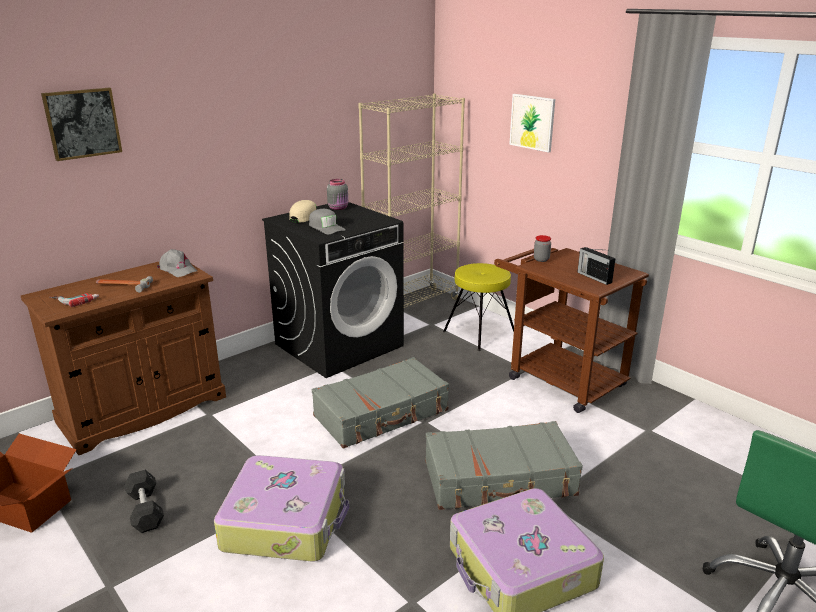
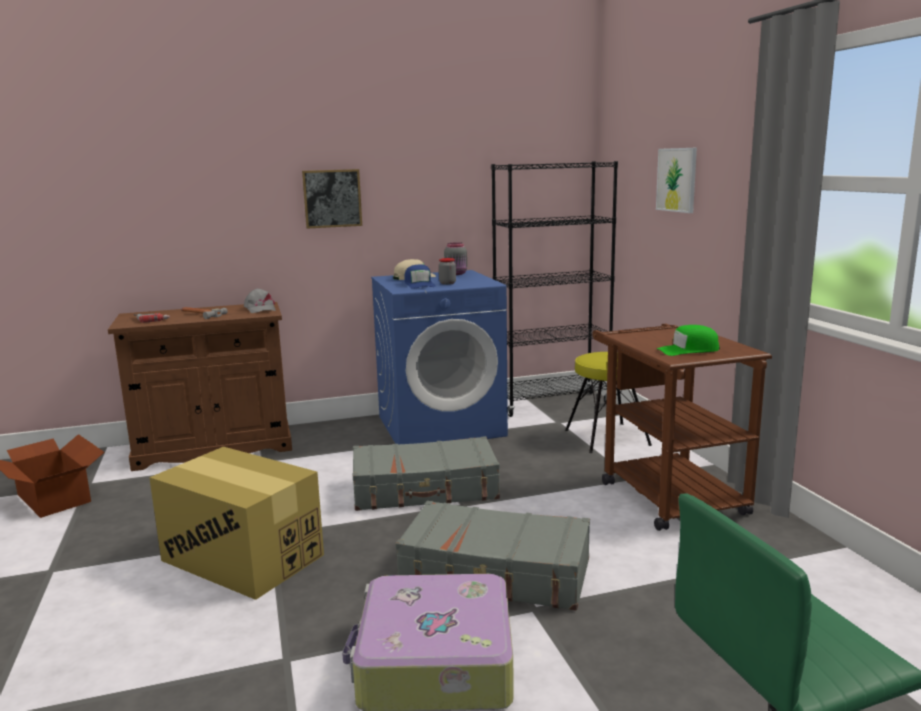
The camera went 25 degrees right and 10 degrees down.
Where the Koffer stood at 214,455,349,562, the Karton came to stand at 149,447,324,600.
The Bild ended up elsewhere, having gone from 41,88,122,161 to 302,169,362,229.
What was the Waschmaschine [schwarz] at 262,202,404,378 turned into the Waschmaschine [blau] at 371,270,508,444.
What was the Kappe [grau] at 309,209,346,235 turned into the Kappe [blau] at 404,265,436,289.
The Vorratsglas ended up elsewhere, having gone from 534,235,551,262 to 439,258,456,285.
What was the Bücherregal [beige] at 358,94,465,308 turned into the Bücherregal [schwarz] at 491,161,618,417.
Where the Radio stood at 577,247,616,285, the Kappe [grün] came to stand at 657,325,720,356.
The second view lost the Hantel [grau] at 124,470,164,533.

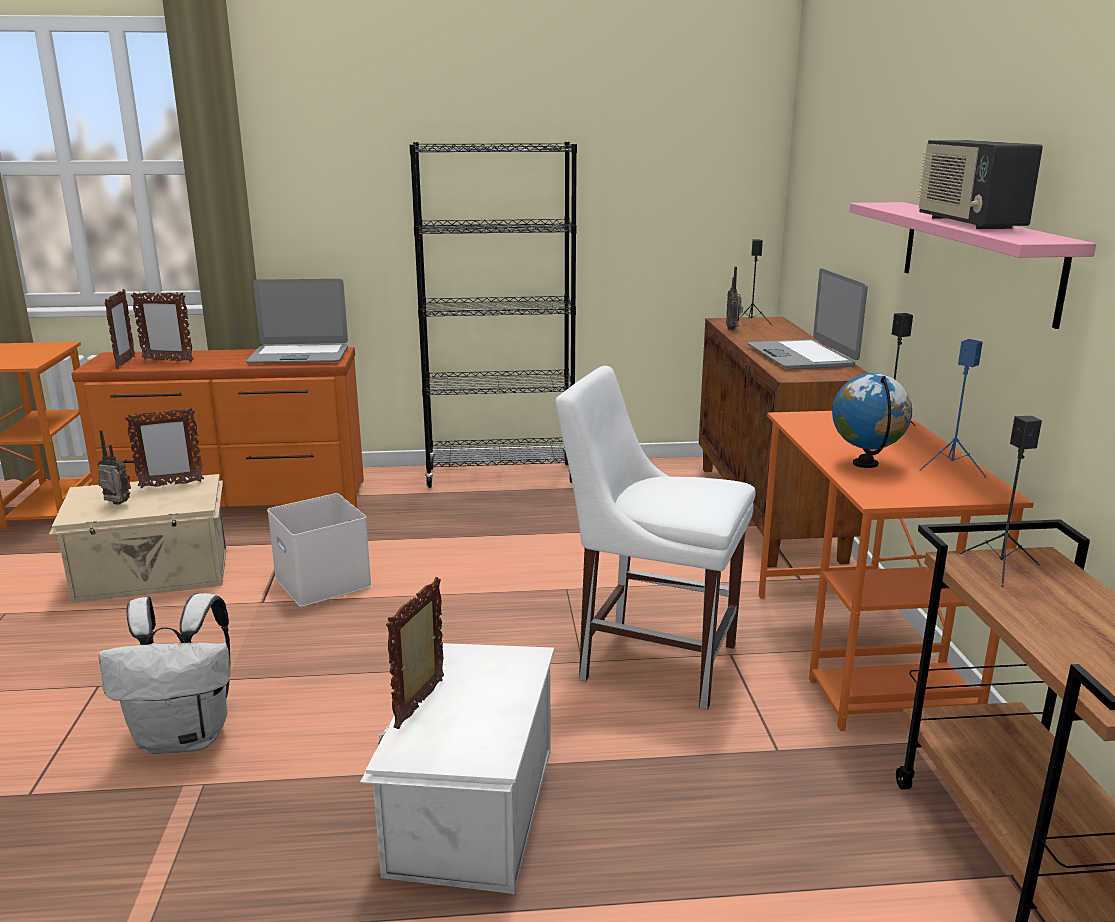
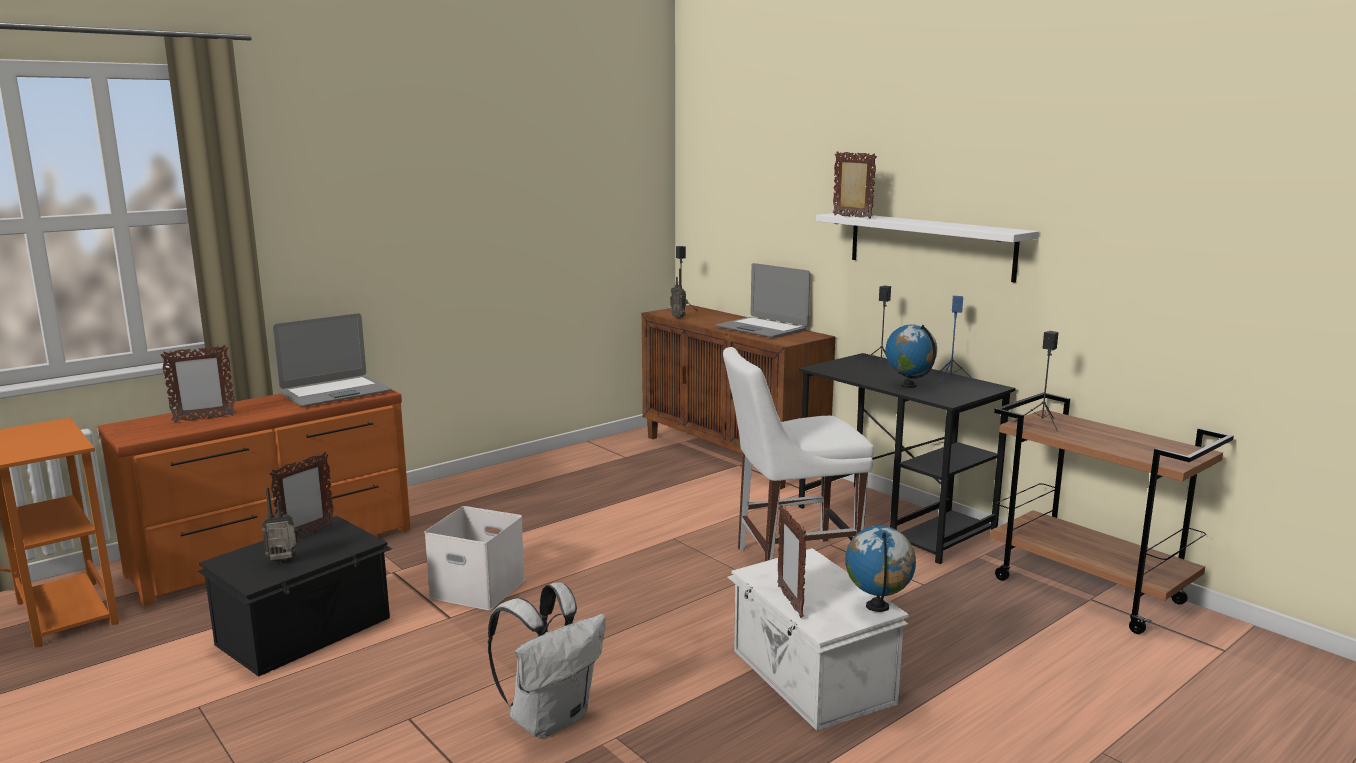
The camera went 35 degrees left and 5 degrees down.
What was the Aufbewahrungsbox [beige] at 49,474,227,603 turned into the Aufbewahrungsbox [schwarz] at 198,516,392,677.
What was the Schreibtisch [orange] at 759,411,1034,731 turned into the Schreibtisch [schwarz] at 798,353,1016,564.
What was the Wandregal [rosa] at 849,202,1096,329 turned into the Wandregal [weiß] at 816,213,1039,282.
The Bilderrahmen ended up elsewhere, having gone from 104,289,135,369 to 833,151,877,218.
The second view gained the Globus at 845,526,916,612.
The second view lost the Bücherregal [schwarz] at 410,142,577,488.
The second view lost the Radio at 918,140,1043,229.

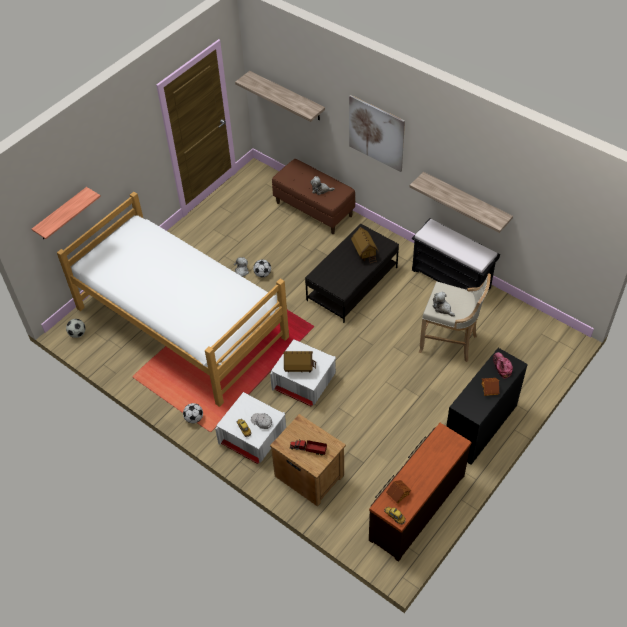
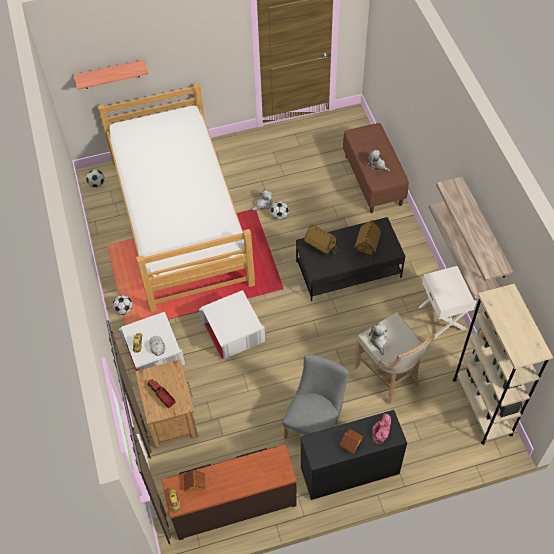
The camera went 35 degrees right and 5 degrees up.
The second view gained the Stuhl [grau] at 282,354,349,440.
The Spielzeughaus ended up elsewhere, having gone from 284,351,317,372 to 304,225,339,255.
Where the Bank [schwarz] stood at 412,218,500,290, the Nachttisch [weiß] came to stand at 419,266,477,338.
The Wandregal ended up elsewhere, having gone from 235,71,325,122 to 436,176,513,281.
The second view gained the Bücherregal [beige] at 453,284,553,445.
The second view lost the Bild at 349,95,405,172.

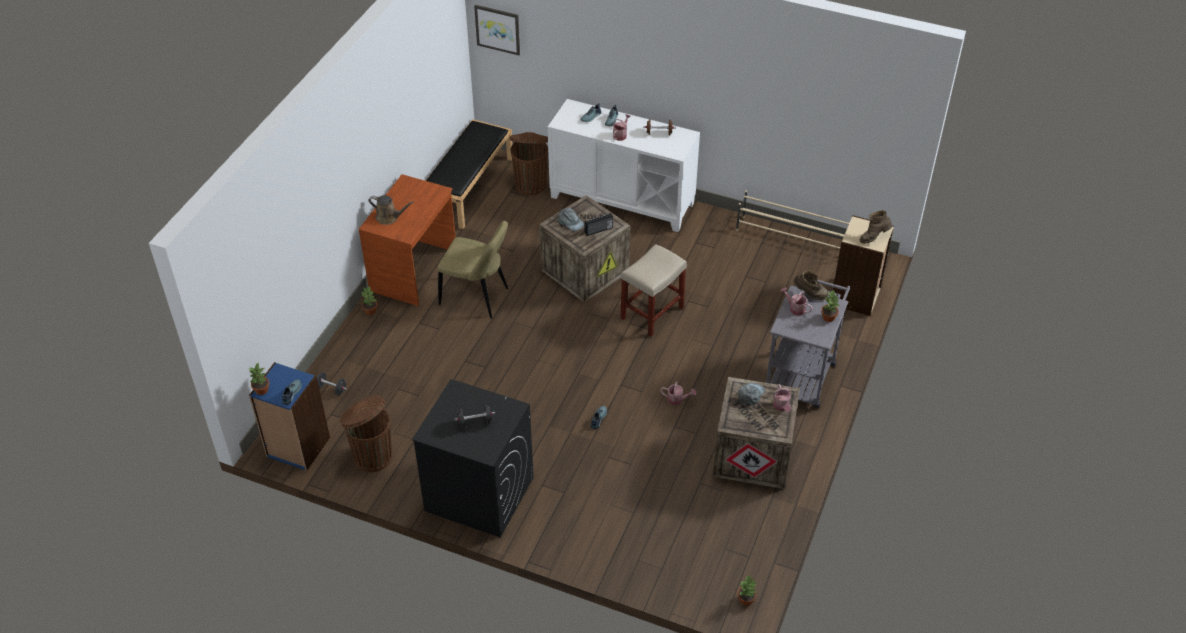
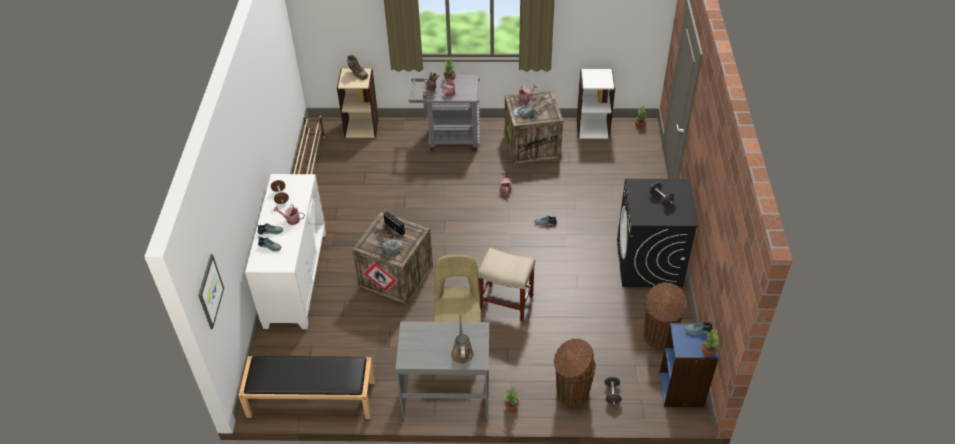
The camera went 110 degrees left and 0 degrees up.
What was the Schreibtisch [braun] at 359,174,456,306 turned into the Schreibtisch [grau] at 396,321,489,419.
The Hocker [beige] ended up elsewhere, having gone from 620,244,687,337 to 478,248,535,321.
The Mülleimer [braun] ended up elsewhere, having gone from 510,132,548,195 to 554,338,596,407.
The second view gained the Bücherregal [weiß] at 577,69,615,139.

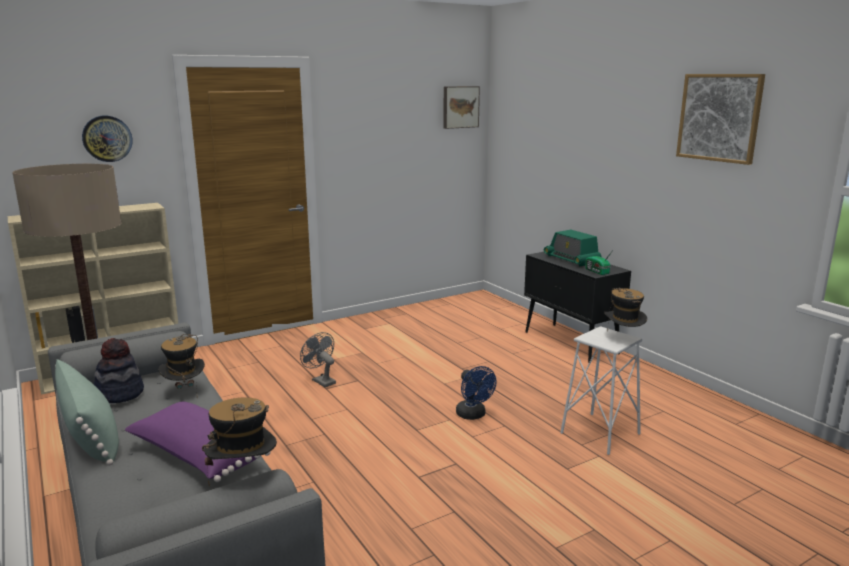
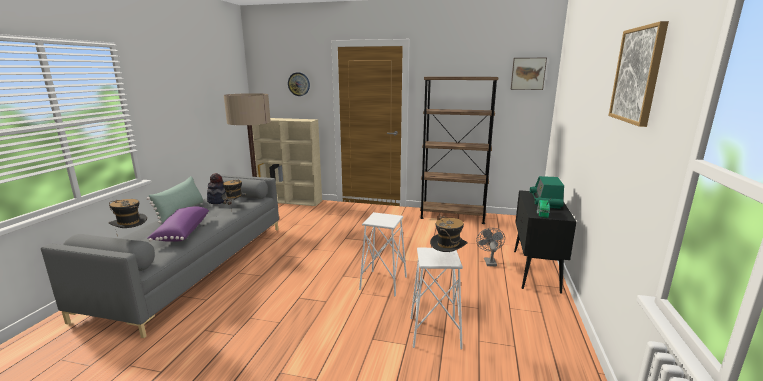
The camera went 45 degrees right and 0 degrees up.
Where the Ventilator [blau] stood at 456,366,496,420, the Hocker [weiß] came to stand at 359,212,407,296.
The second view gained the Bücherregal [braun] at 420,76,499,224.
The Ventilator [grau] ended up elsewhere, having gone from 300,332,336,387 to 476,228,505,266.

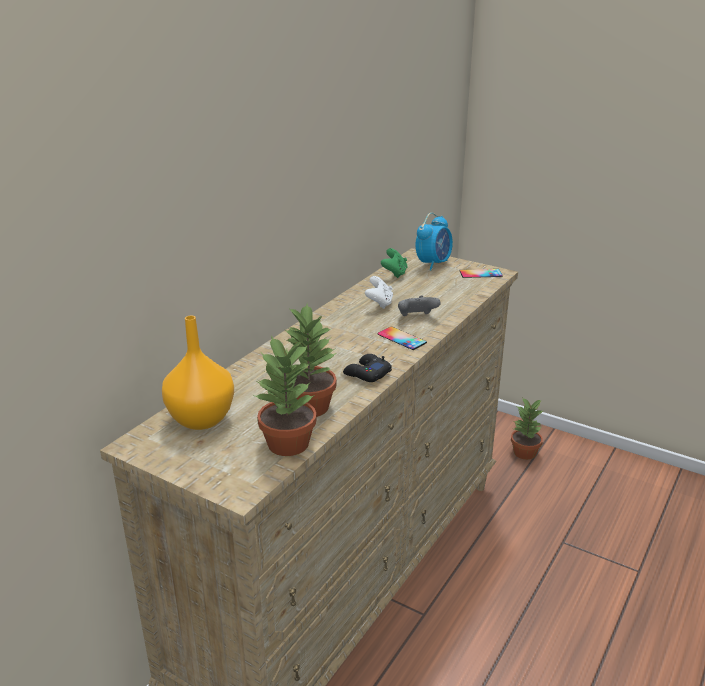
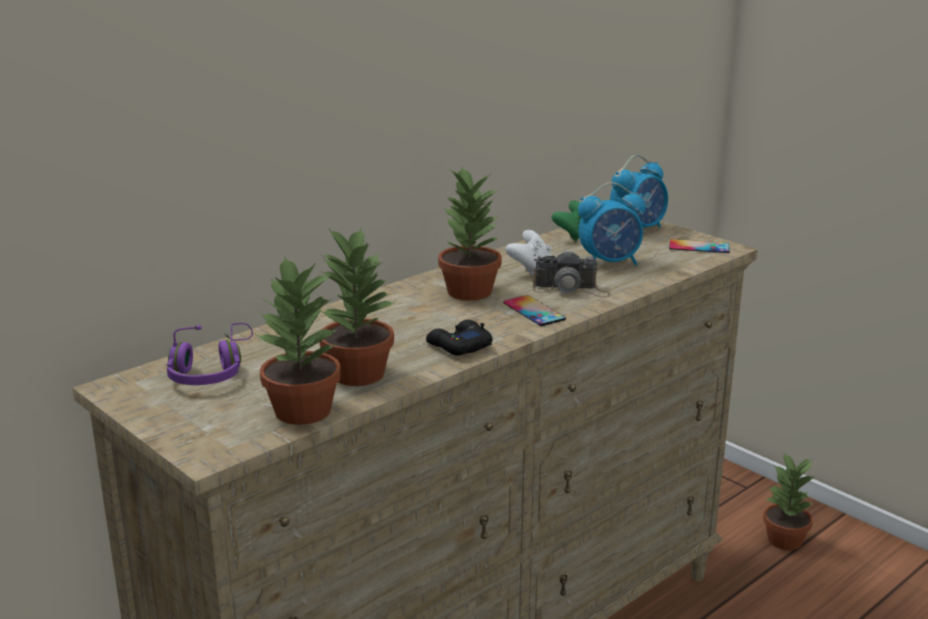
The camera went 15 degrees right and 5 degrees down.
Where the Vase [orange] stood at 162,316,234,430, the Kopfhörer [lila] came to stand at 167,323,253,385.
The second view gained the Topfpflanze at 438,167,502,301.
Where the Gamepad [grau] stood at 398,296,441,316, the Kamera came to stand at 533,250,611,297.
The second view gained the Wecker at 578,182,645,265.

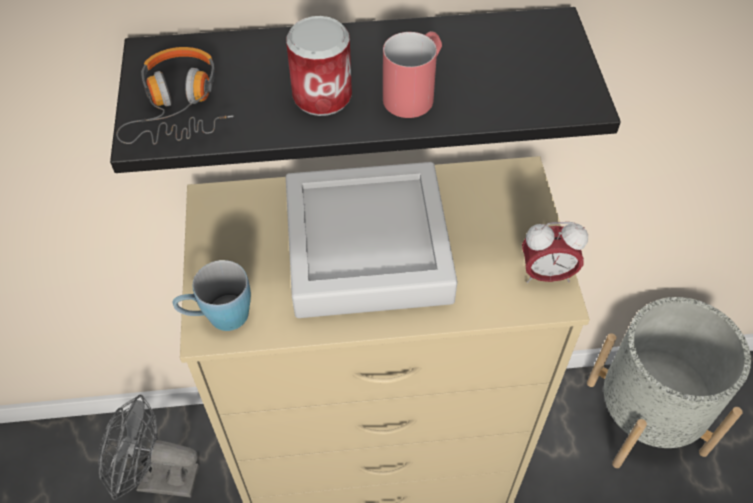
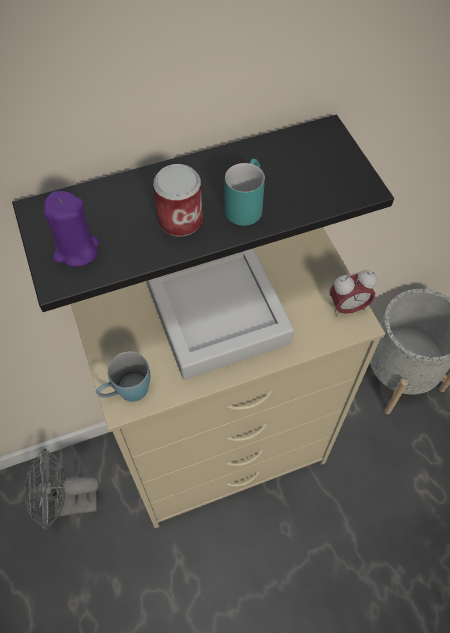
The camera went 15 degrees left and 5 degrees up.
Where the Kopfhörer stood at 116,47,234,145, the Kerze [lila] came to stand at 44,191,99,267.
What was the Henkelbecher [rot] at 383,31,442,118 turned into the Henkelbecher [türkis] at 225,159,265,226.

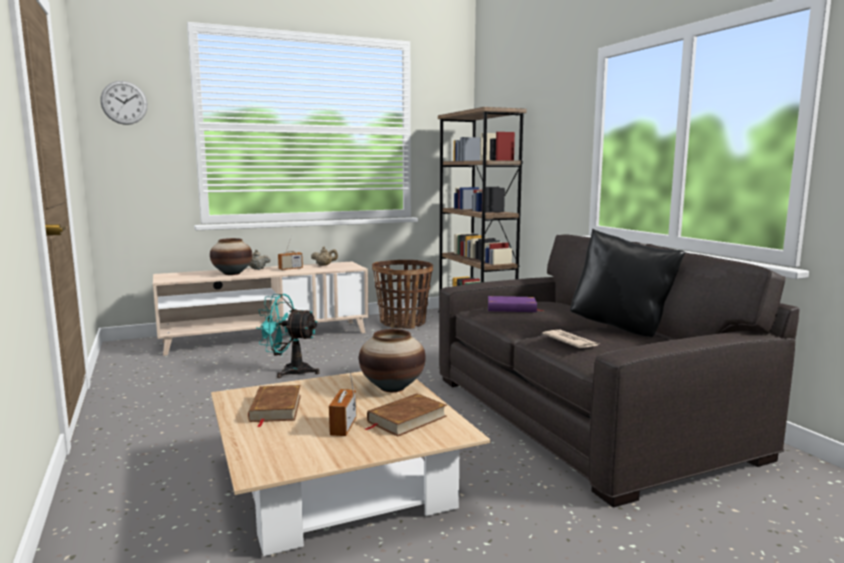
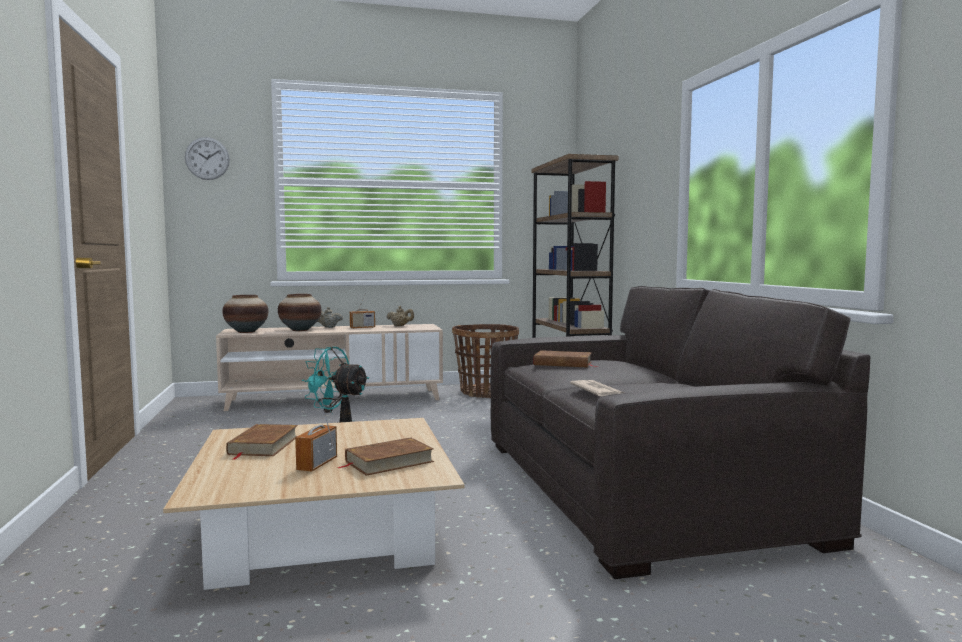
The camera went 10 degrees right and 5 degrees down.
The Vase ended up elsewhere, having gone from 359,329,426,392 to 223,295,268,333.
What was the Buch [lila] at 488,296,543,312 turned into the Buch [braun] at 534,350,598,367.
The second view lost the Kissen [schwarz] at 570,229,686,337.

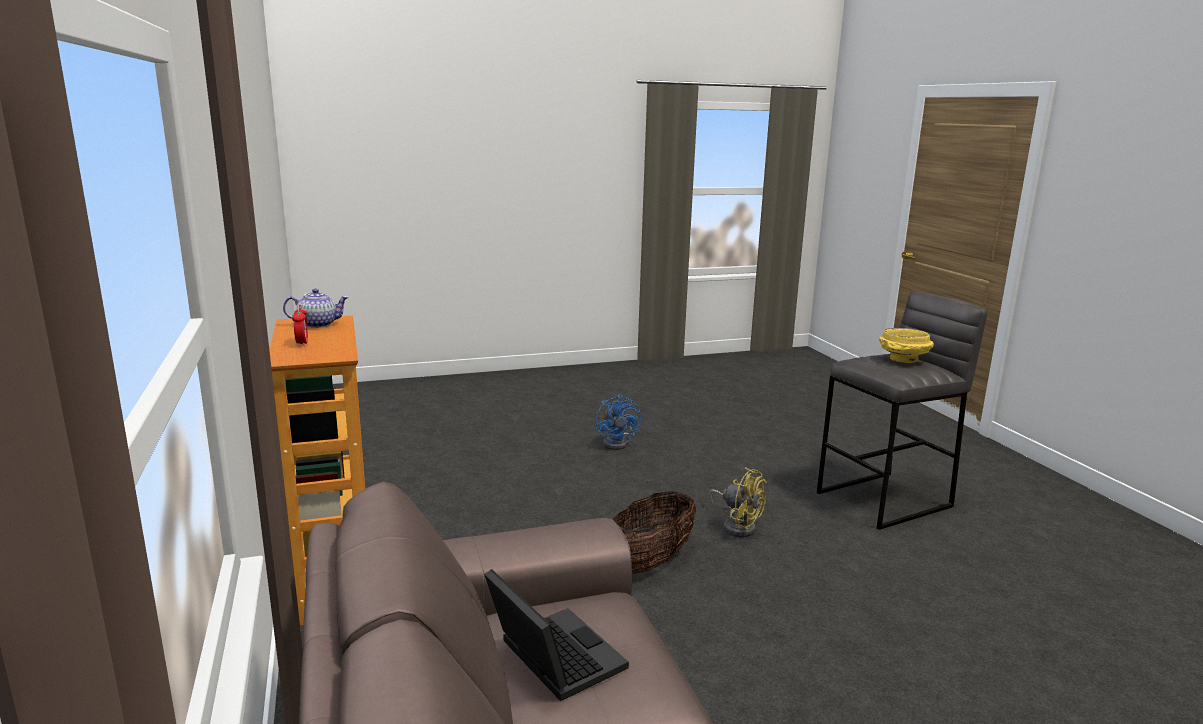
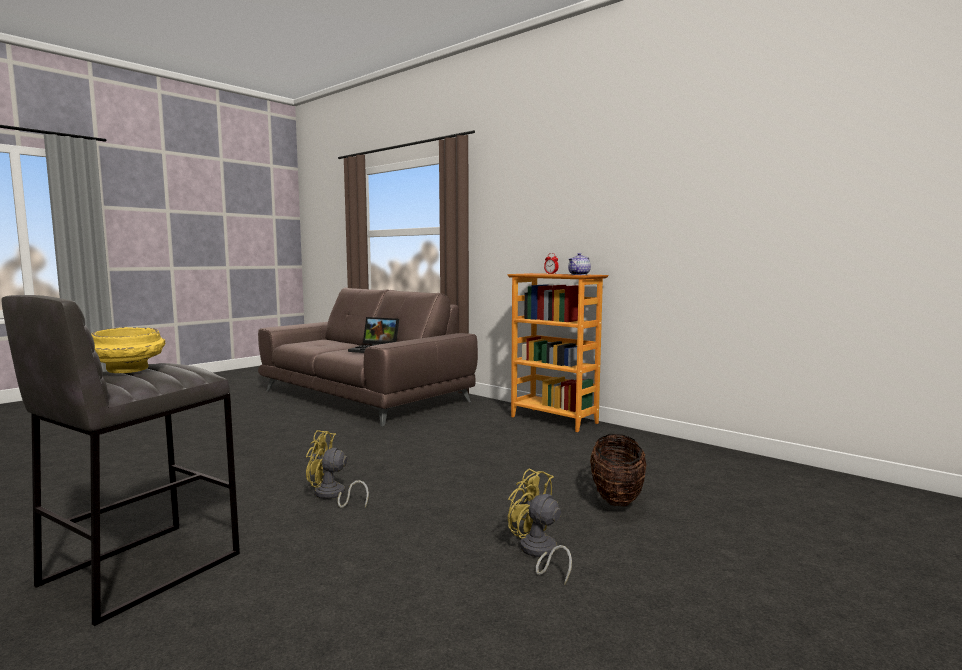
The camera went 150 degrees right and 10 degrees down.
What was the Ventilator [blau] at 596,394,641,450 turned into the Ventilator [gelb] at 508,468,572,585.
The Korb ended up elsewhere, having gone from 613,491,696,574 to 590,434,646,506.

